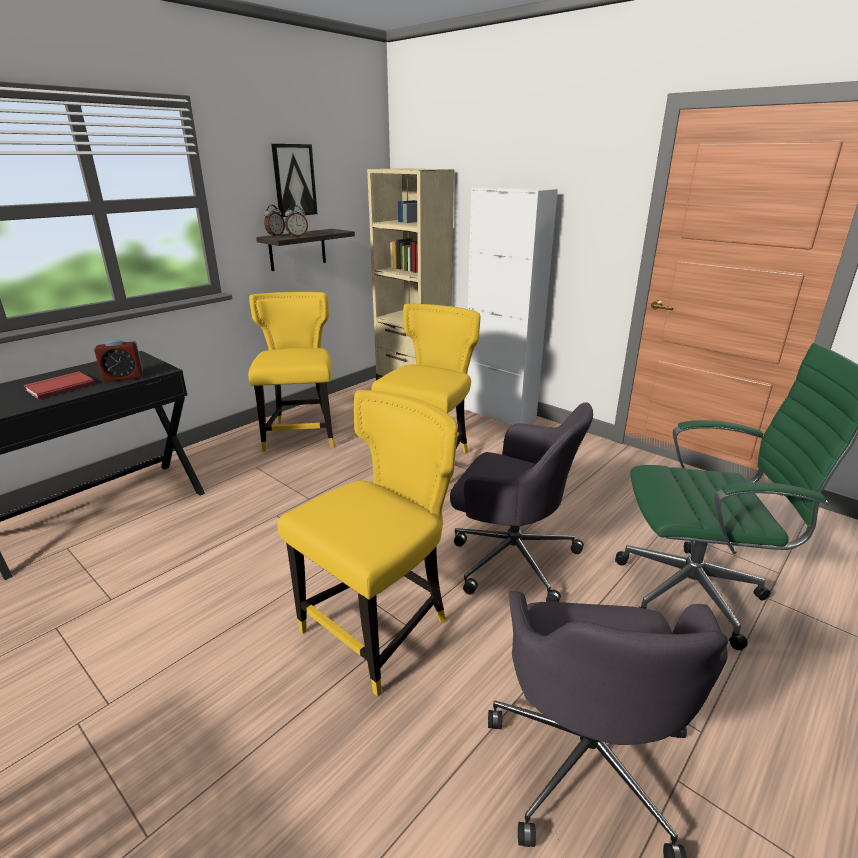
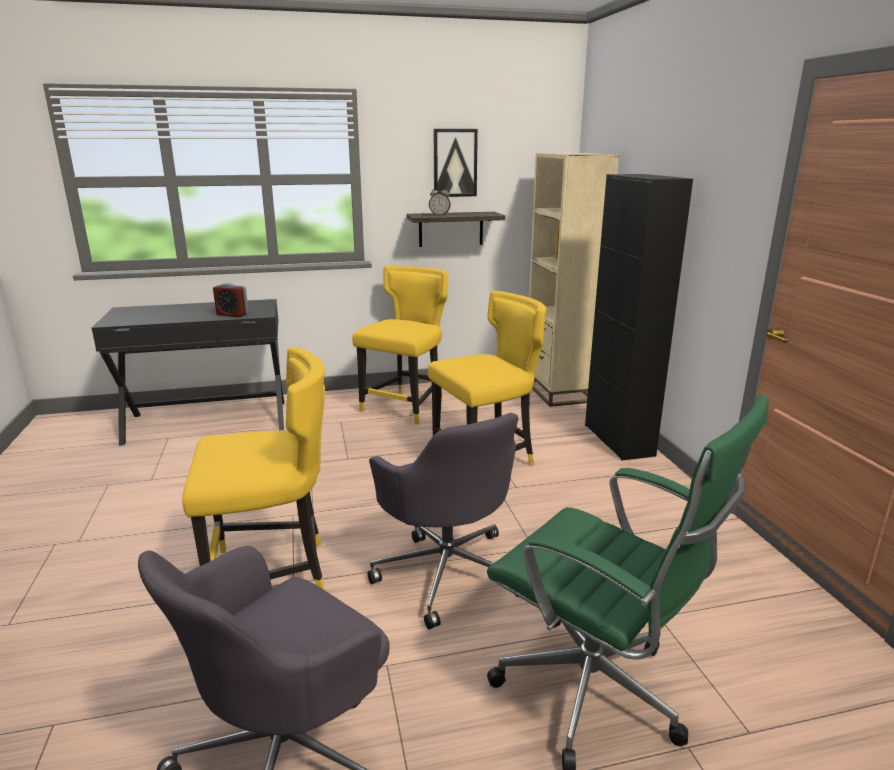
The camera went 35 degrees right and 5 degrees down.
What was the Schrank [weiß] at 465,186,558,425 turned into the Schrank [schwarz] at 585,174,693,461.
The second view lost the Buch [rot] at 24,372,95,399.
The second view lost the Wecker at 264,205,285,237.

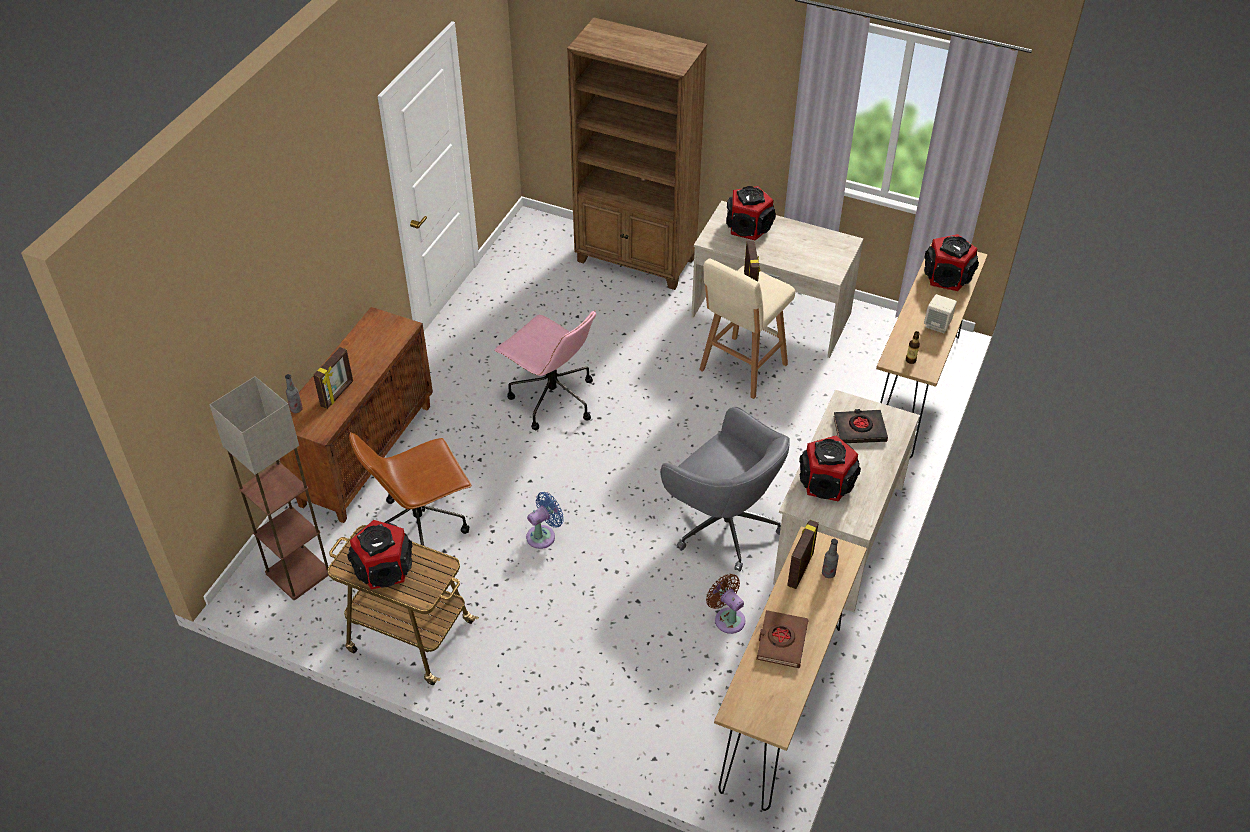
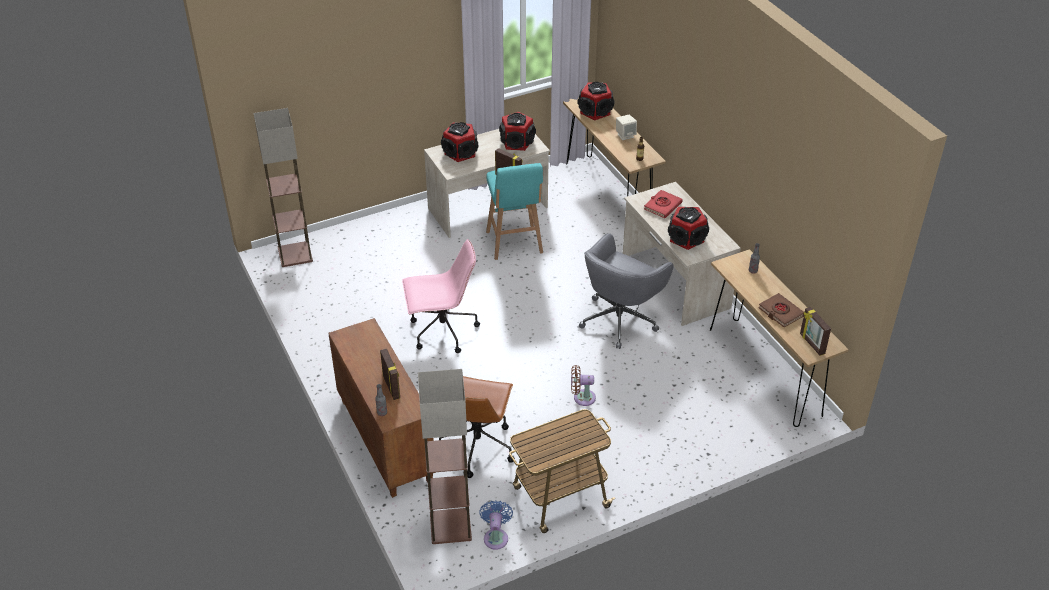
The camera went 50 degrees left and 5 degrees down.
The second view gained the Stehlampe at 254,108,313,267.
The Ventilator [blau] ended up elsewhere, having gone from 526,492,564,549 to 479,500,513,550.
What was the Hocker [beige] at 699,259,795,399 turned into the Hocker [türkis] at 486,163,543,260.
The Lautsprecher ended up elsewhere, having gone from 347,520,413,590 to 499,112,536,151.
The Ventilator [braun] ended up elsewhere, having gone from 706,574,746,634 to 571,365,596,406.
The Bürostuhl [grau] at 660,407,790,572 ended up facing another way, 135 degrees clockwise from before.
What was the Buch [schwarz] at 833,409,888,443 turned into the Buch [rot] at 644,190,683,218.
The Bilderrahmen ended up elsewhere, having gone from 788,520,819,589 to 800,306,831,356.
The second view lost the Bücherregal [braun] at 567,17,707,290.

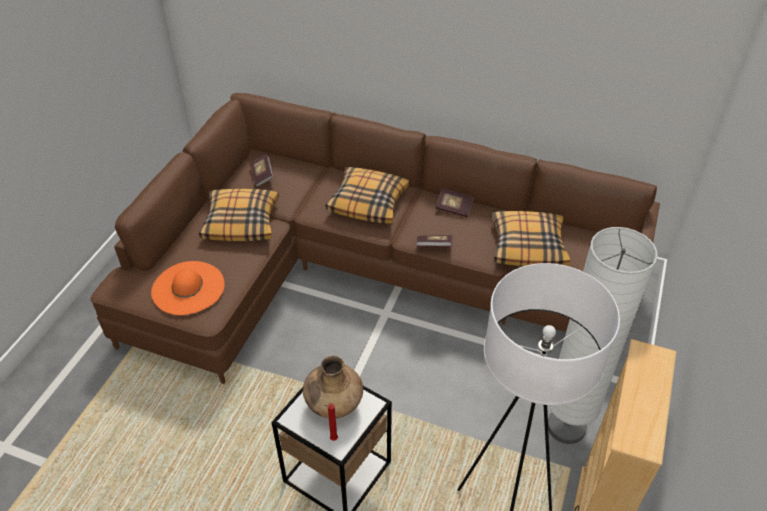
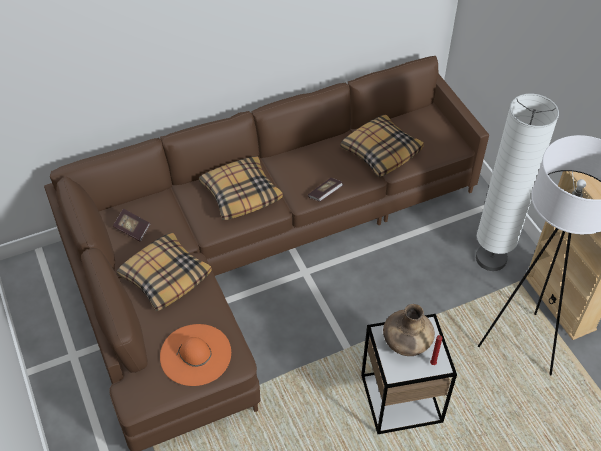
The camera went 45 degrees left and 5 degrees up.
The second view lost the Buch at 436,188,474,217.

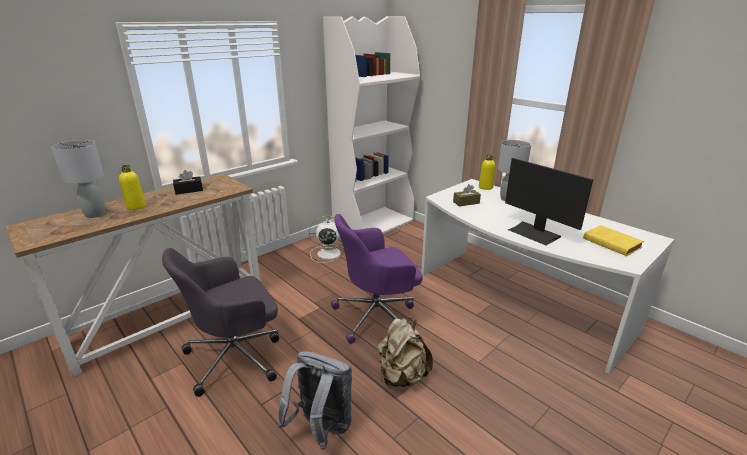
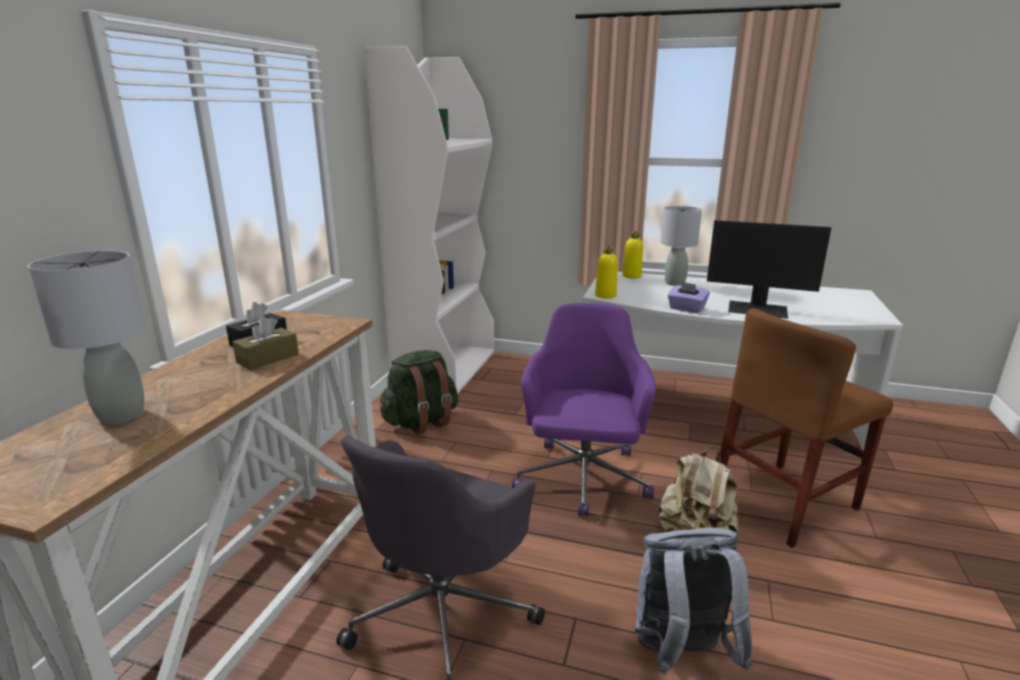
The camera went 30 degrees left and 5 degrees down.
The Taschentuchbox [braun] ended up elsewhere, having gone from 453,184,481,207 to 232,316,299,370.
Where the Ventilator [weiß] stood at 309,216,344,263, the Rucksack [grün] came to stand at 379,350,458,435.
The Bürostuhl [lila] at 331,214,423,344 ended up facing another way, 150 degrees clockwise from before.
The Flasche [gelb] ended up elsewhere, having gone from 119,165,146,210 to 595,246,618,299.
The second view gained the Taschentuchbox [lila] at 667,282,710,313.
The second view gained the Stuhl [braun] at 720,308,893,548.
The second view lost the Buch [gelb] at 583,225,644,256.

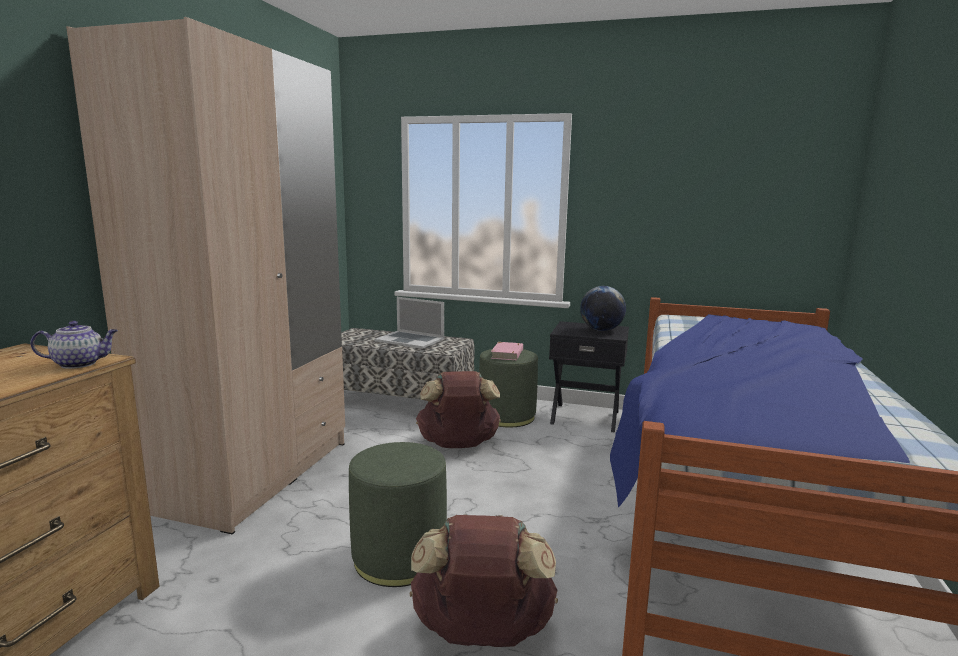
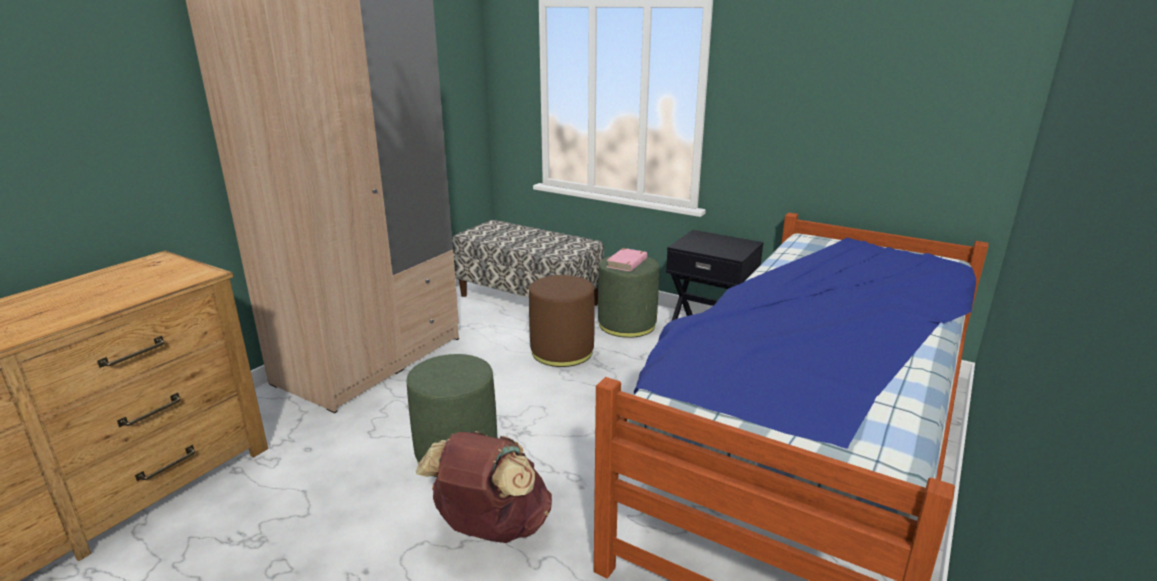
The camera went 15 degrees right and 10 degrees up.
Where the Rucksack [braun] stood at 416,371,501,448, the Polsterhocker [braun] came to stand at 529,275,595,367.
The second view lost the Teekanne at 30,321,118,369.
The second view lost the Laptop at 374,297,444,349.
The second view lost the Globus at 580,286,626,331.

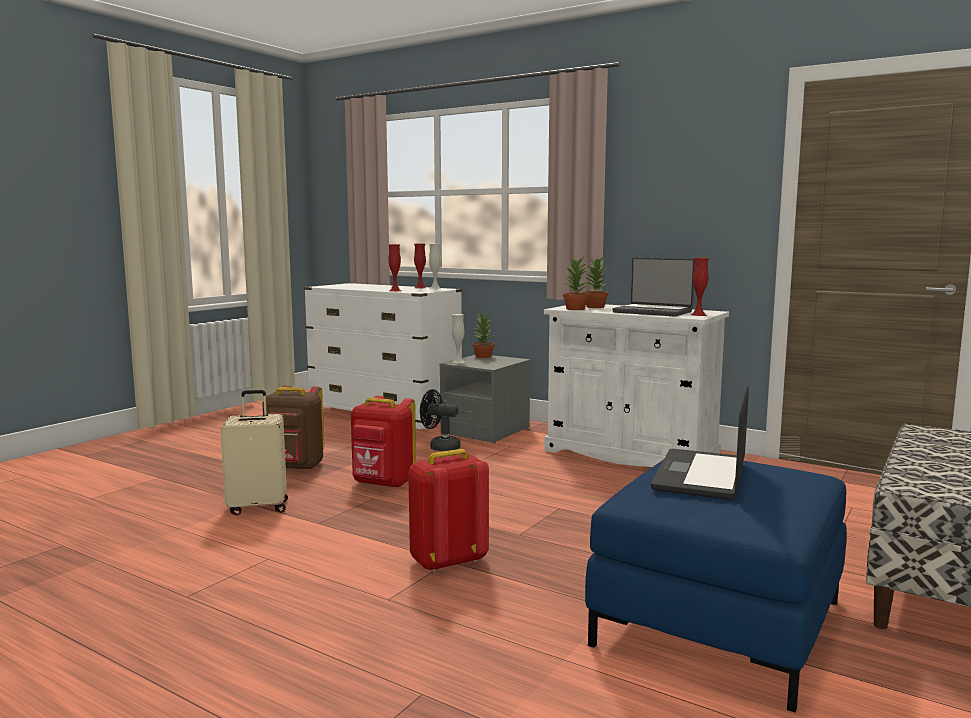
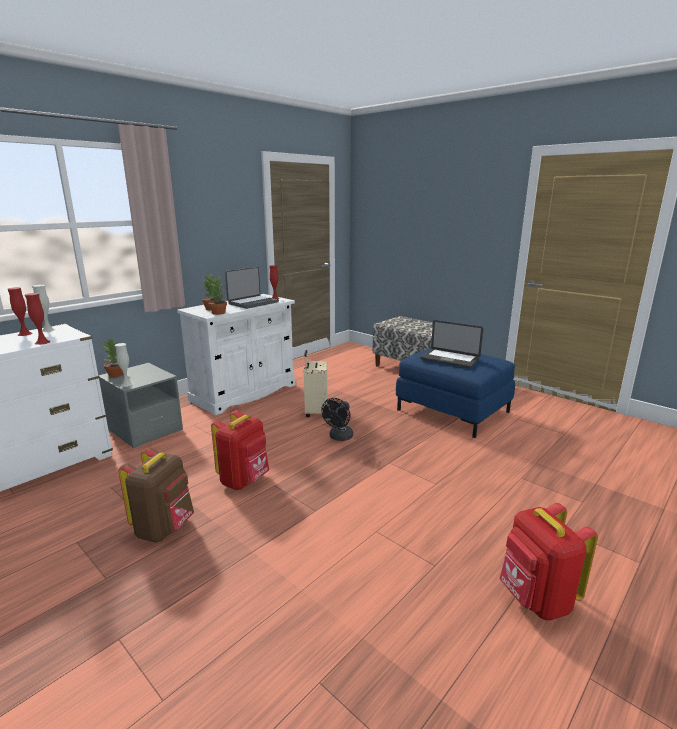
The camera went 80 degrees left and 10 degrees up.
The Koffer [beige] ended up elsewhere, having gone from 220,390,288,515 to 304,350,327,417.
The Ventilator [schwarz] ended up elsewhere, having gone from 420,389,461,451 to 321,398,353,441.
The Rucksack [rot] ended up elsewhere, having gone from 408,449,489,572 to 499,503,598,620.

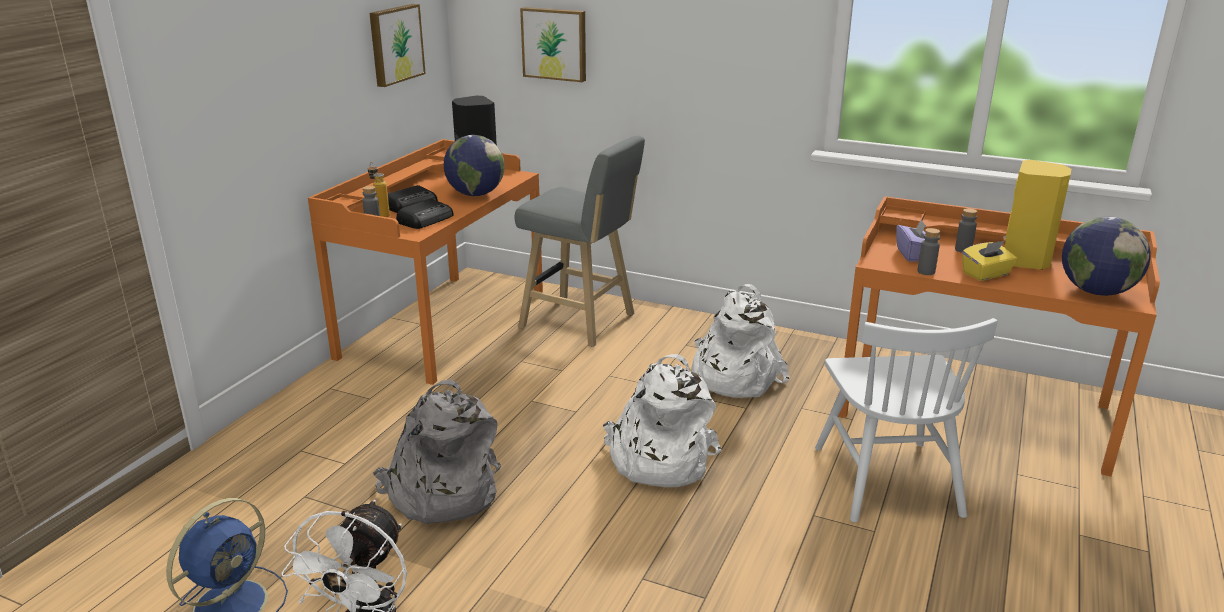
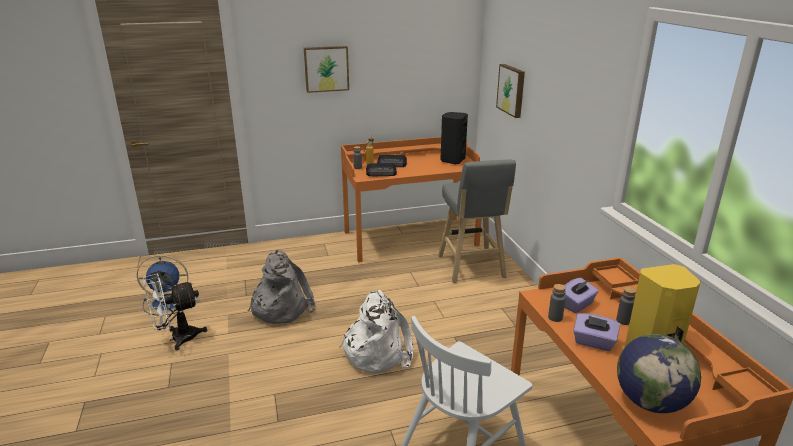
The camera went 50 degrees right and 0 degrees up.
The Bild ended up elsewhere, having gone from 369,4,426,87 to 304,46,349,93.
What was the Taschentuchbox [gelb] at 962,241,1017,281 turned into the Taschentuchbox [lila] at 573,313,620,351.
The second view lost the Globus at 444,135,505,196.
The second view lost the Rucksack [weiß] at 692,284,790,398.

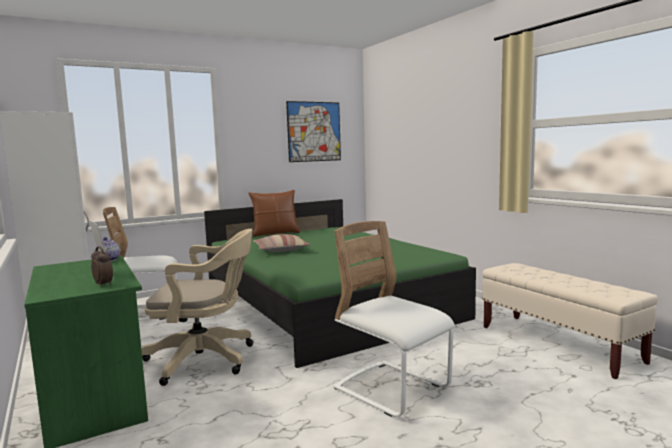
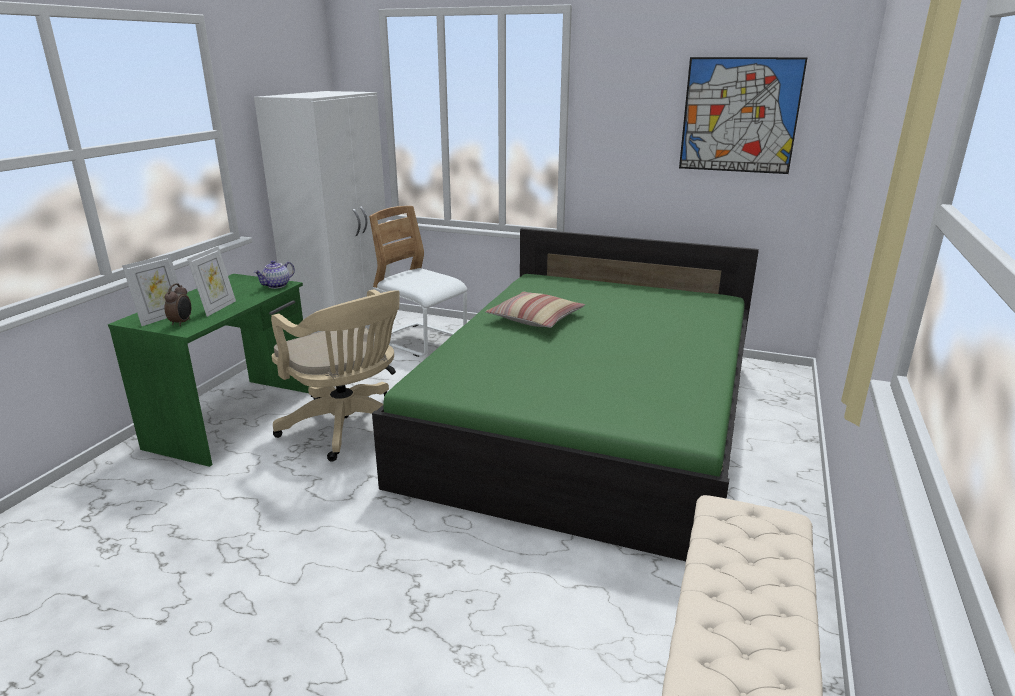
The camera went 50 degrees right and 15 degrees up.
The second view gained the Bilderrahmen at 122,254,179,326.
The second view lost the Kissen [braun] at 248,190,300,237.
The second view lost the Stuhl [weiß] at 333,221,455,417.

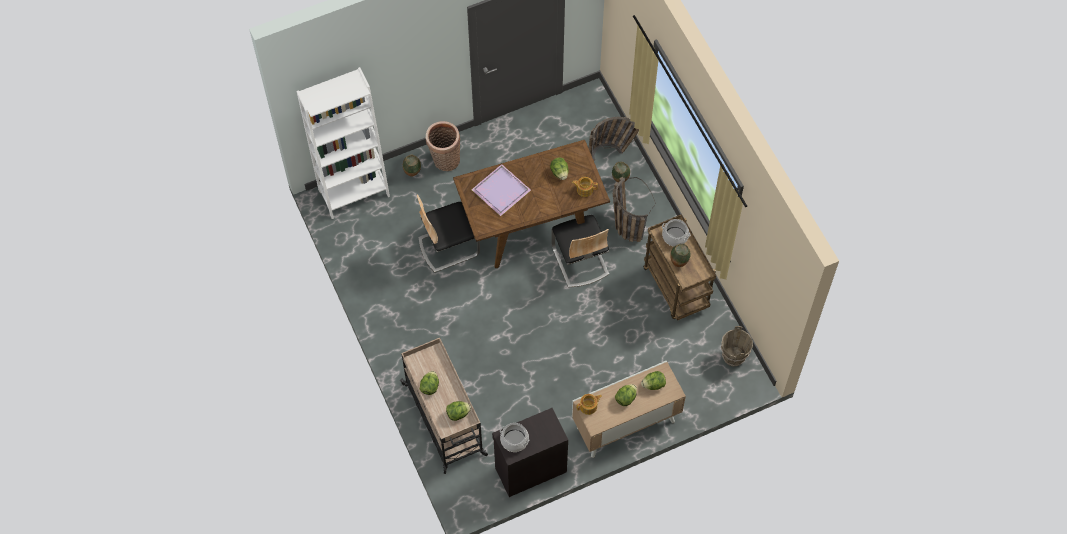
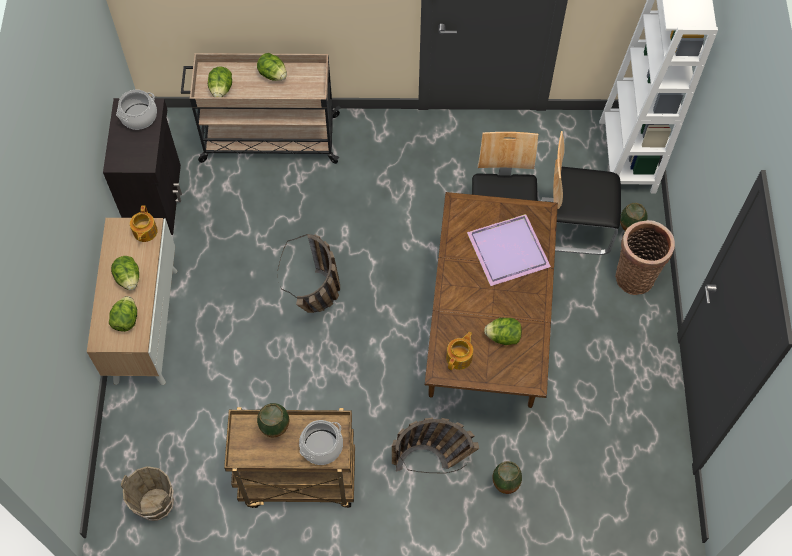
The camera went 115 degrees right and 0 degrees up.
The Korb ended up elsewhere, having gone from 589,117,639,161 to 278,234,340,313.
The Stuhl ended up elsewhere, having gone from 551,215,609,288 to 541,131,621,255.

